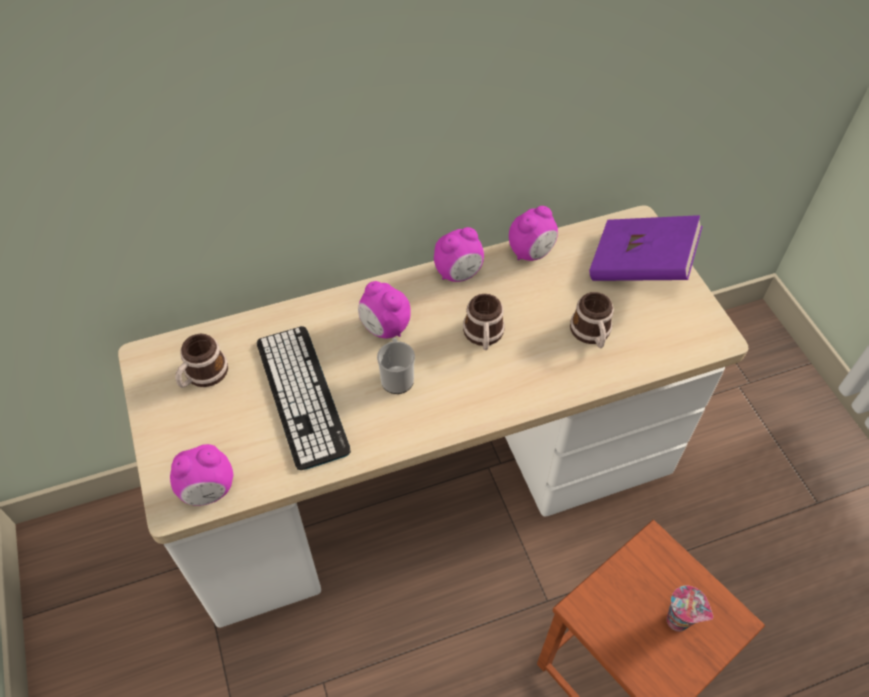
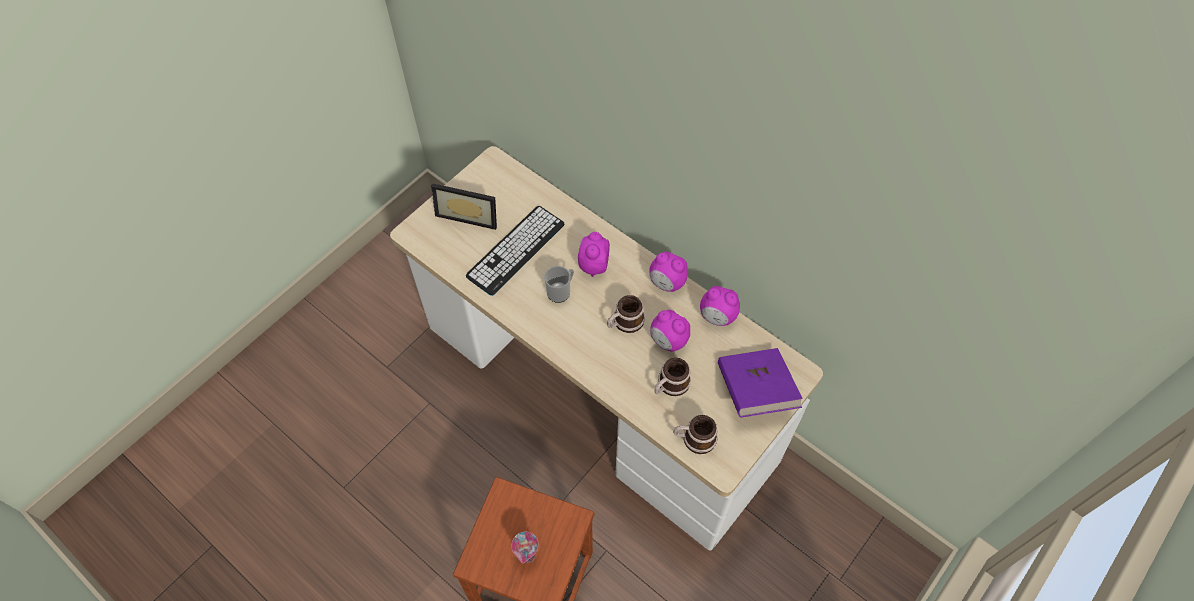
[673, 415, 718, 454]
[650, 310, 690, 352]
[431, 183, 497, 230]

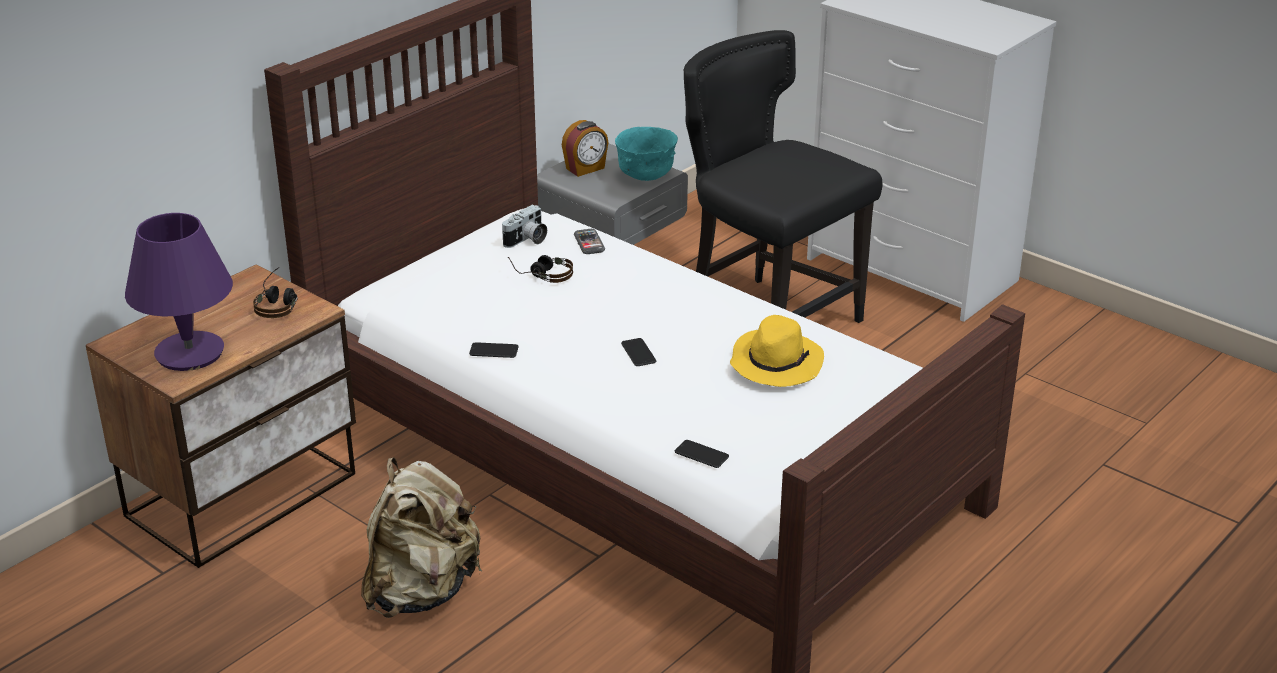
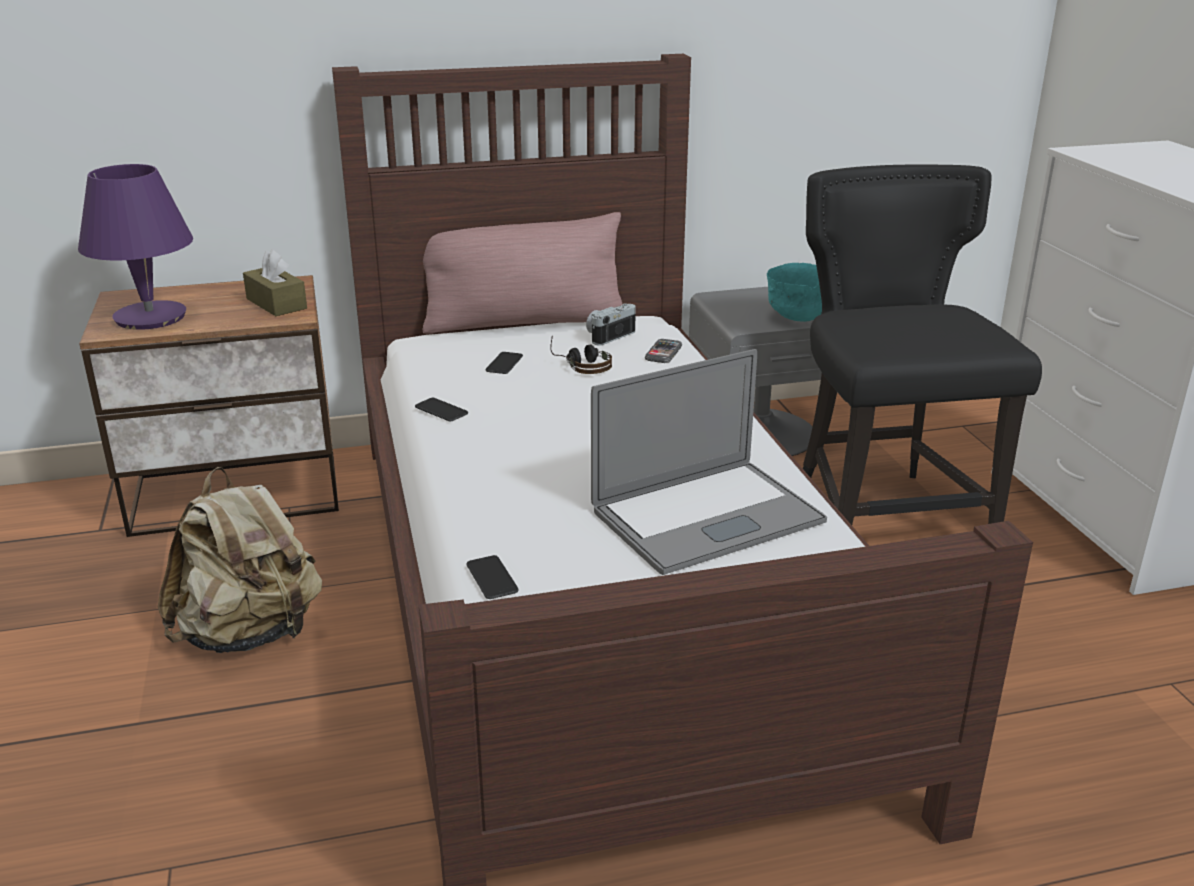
[562, 120, 609, 177] (first image)
[586, 303, 636, 346]
[243, 249, 307, 316]
[591, 349, 827, 575]
[485, 352, 523, 374]
[422, 212, 622, 334]

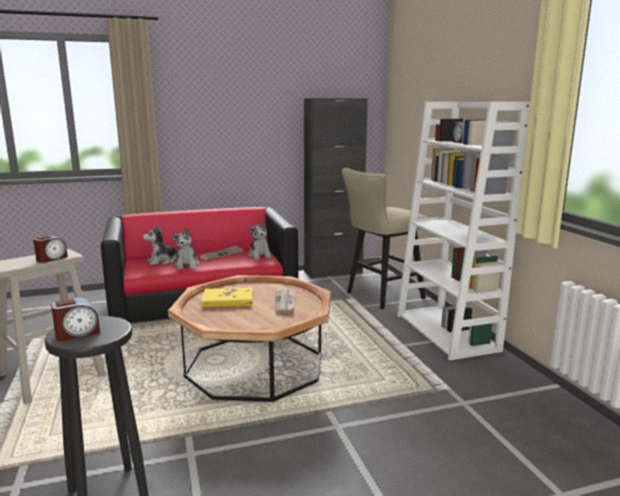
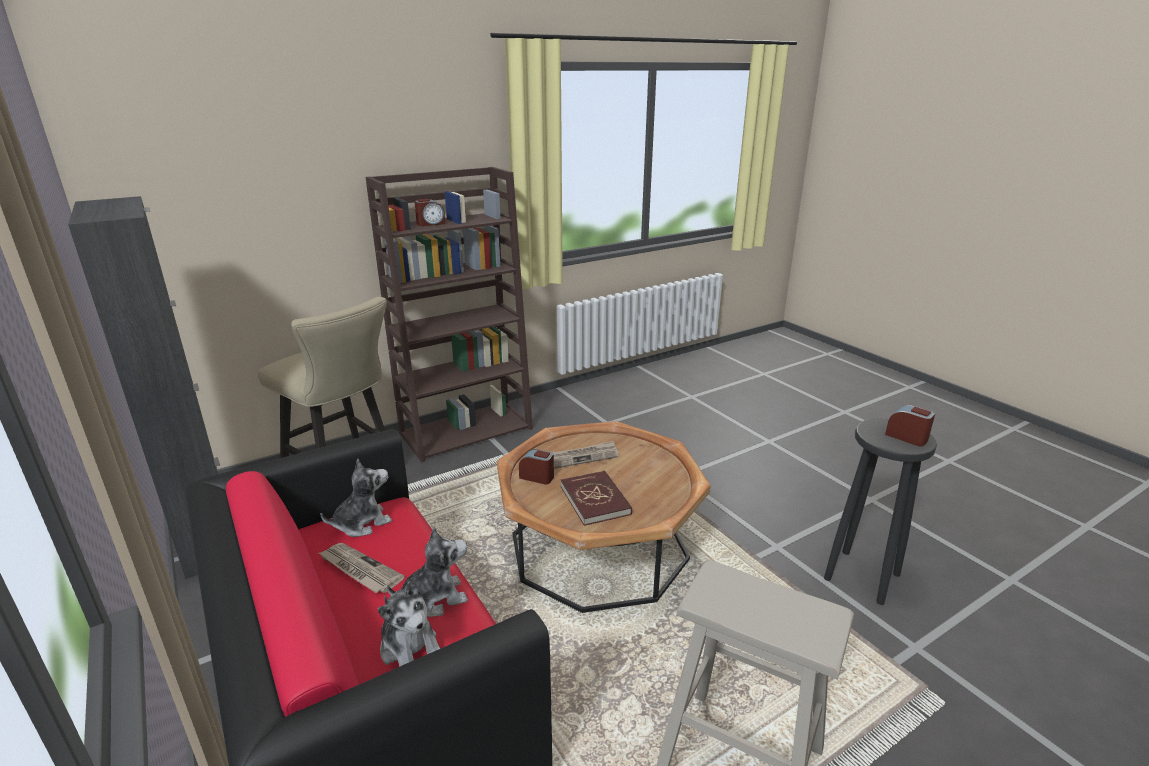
[365, 167, 533, 462]
[519, 449, 554, 484]
[561, 471, 632, 526]

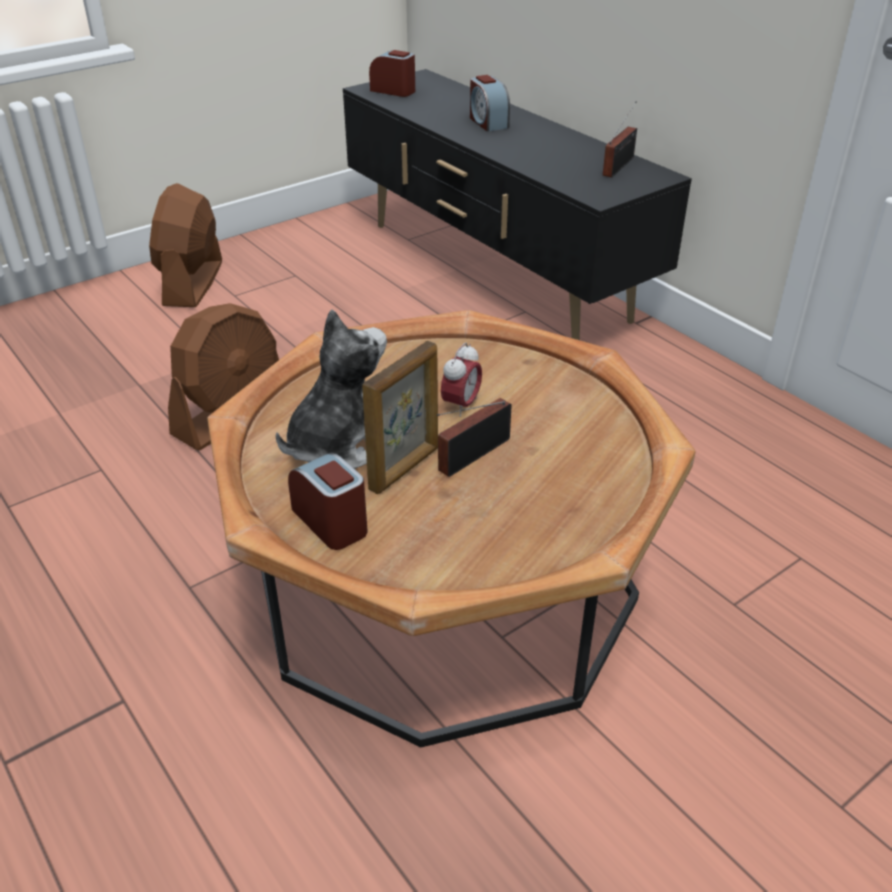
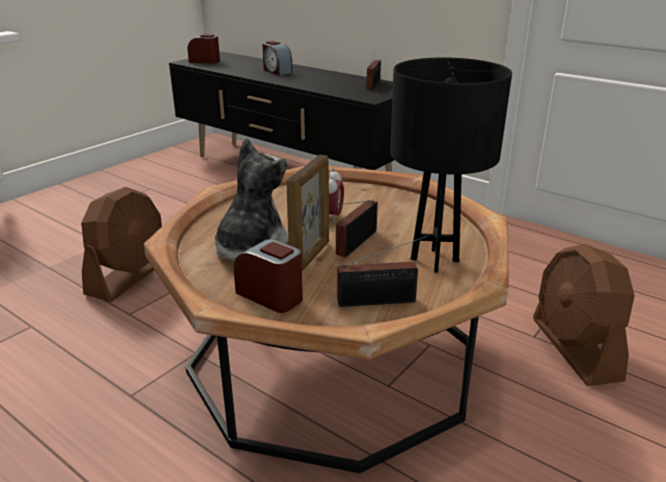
[533, 244, 635, 386]
[390, 57, 512, 273]
[337, 236, 428, 307]

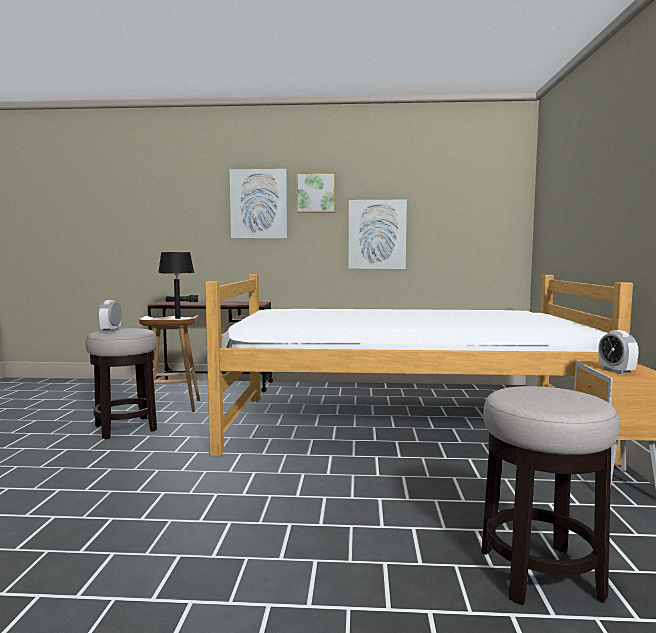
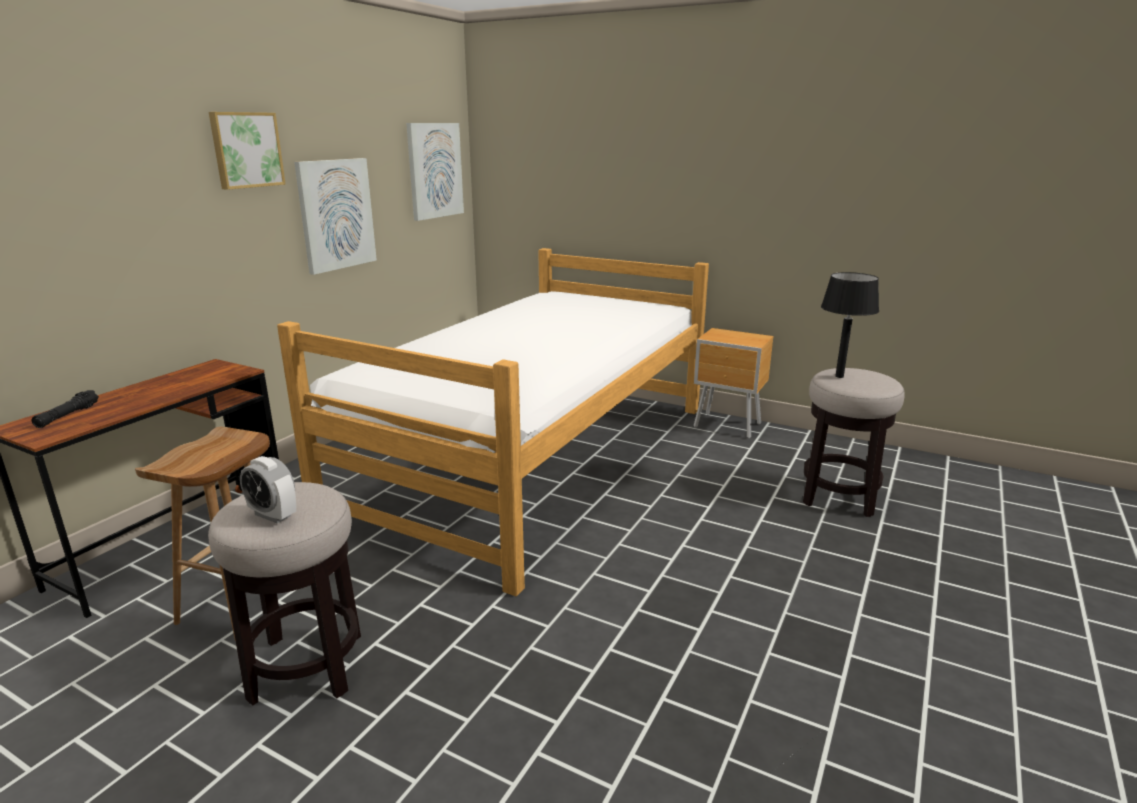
[406, 123, 464, 221]
[821, 272, 879, 378]
[598, 330, 638, 374] (first image)

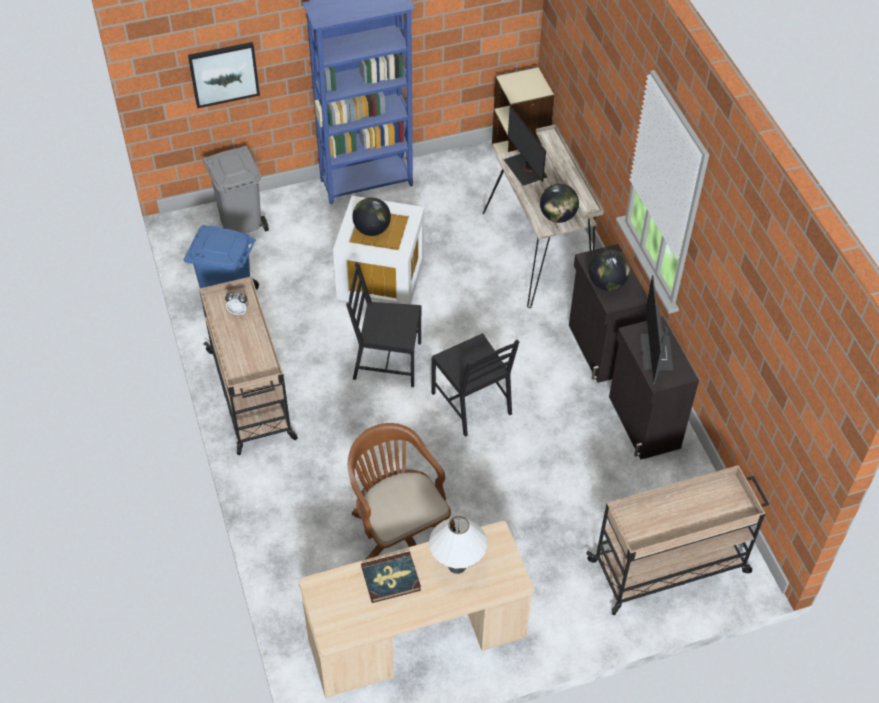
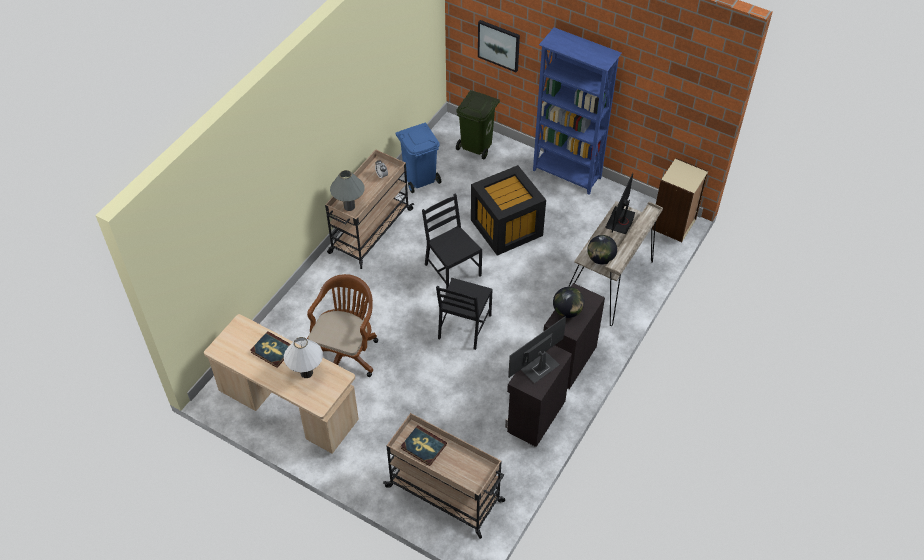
[456, 90, 500, 159]
[471, 165, 546, 256]
[352, 197, 391, 236] (first image)
[330, 170, 365, 211]
[401, 425, 447, 466]

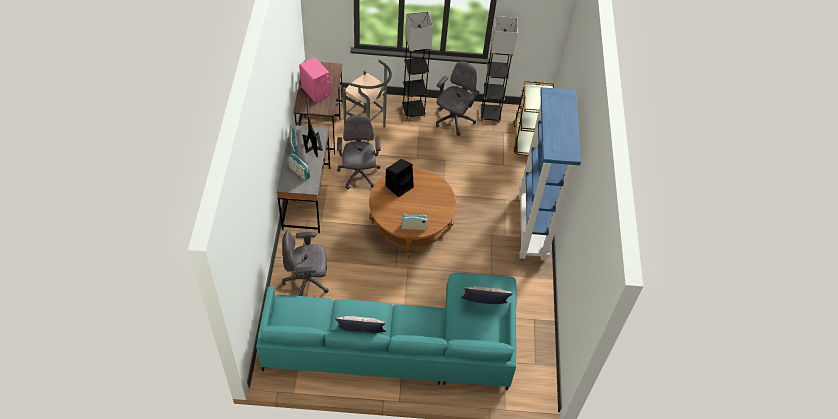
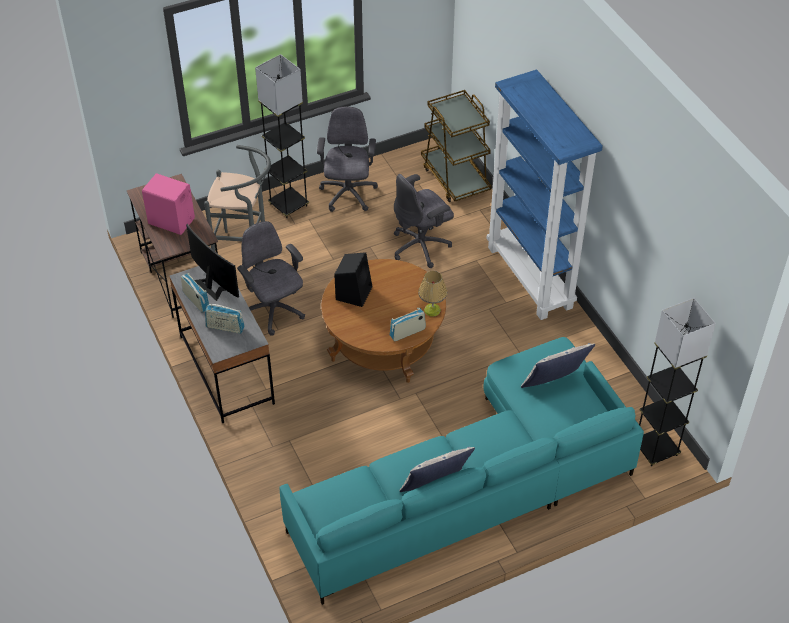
[639, 298, 716, 466]
[394, 174, 454, 268]
[418, 271, 448, 317]

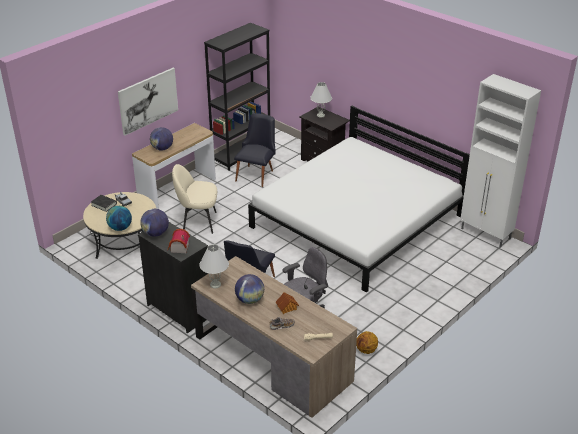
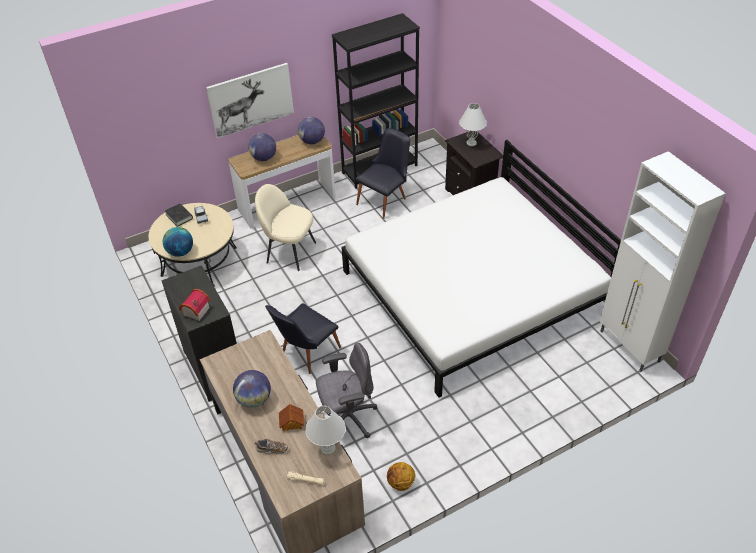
[298, 117, 325, 144]
[305, 406, 346, 455]

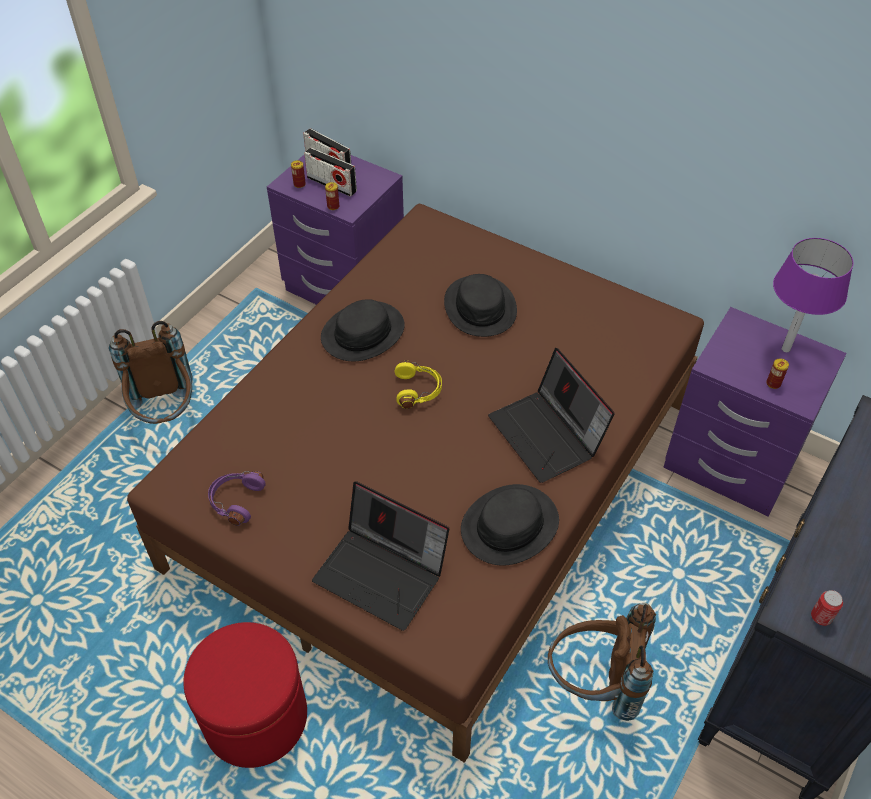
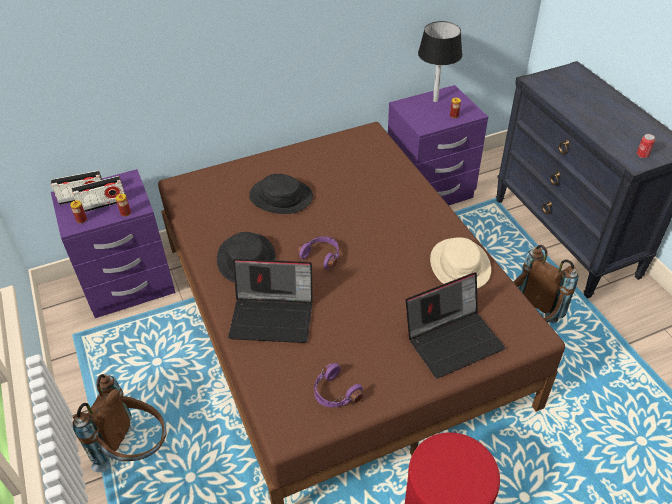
[418, 21, 462, 102]
[228, 259, 313, 343]
[297, 236, 339, 269]
[430, 237, 491, 288]

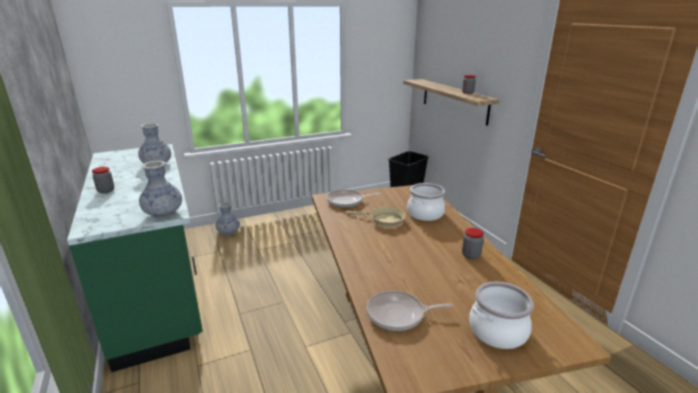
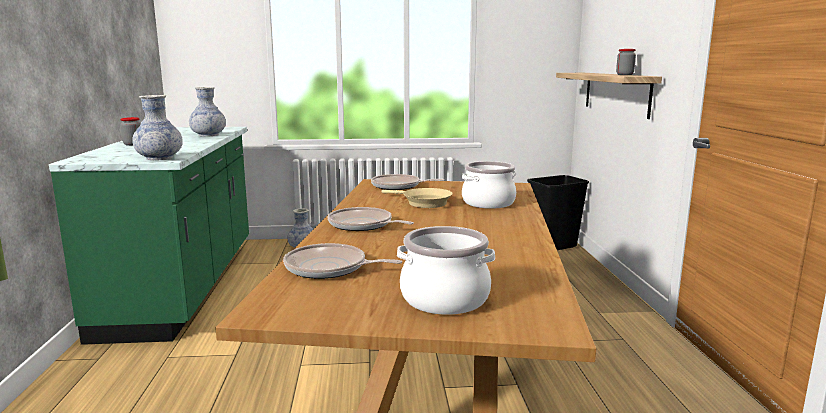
[462, 228, 484, 259] (first image)
[328, 207, 413, 231]

